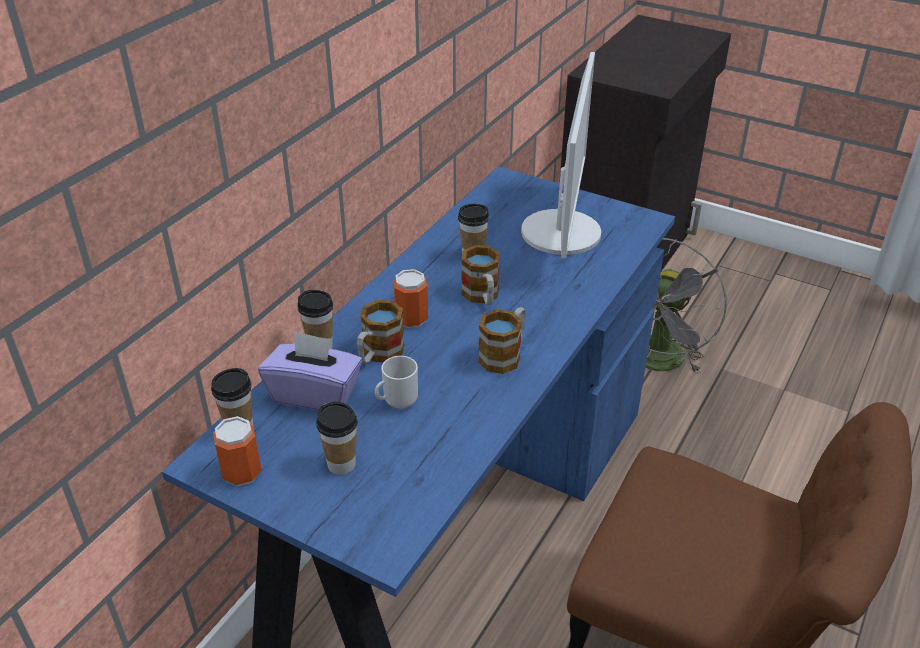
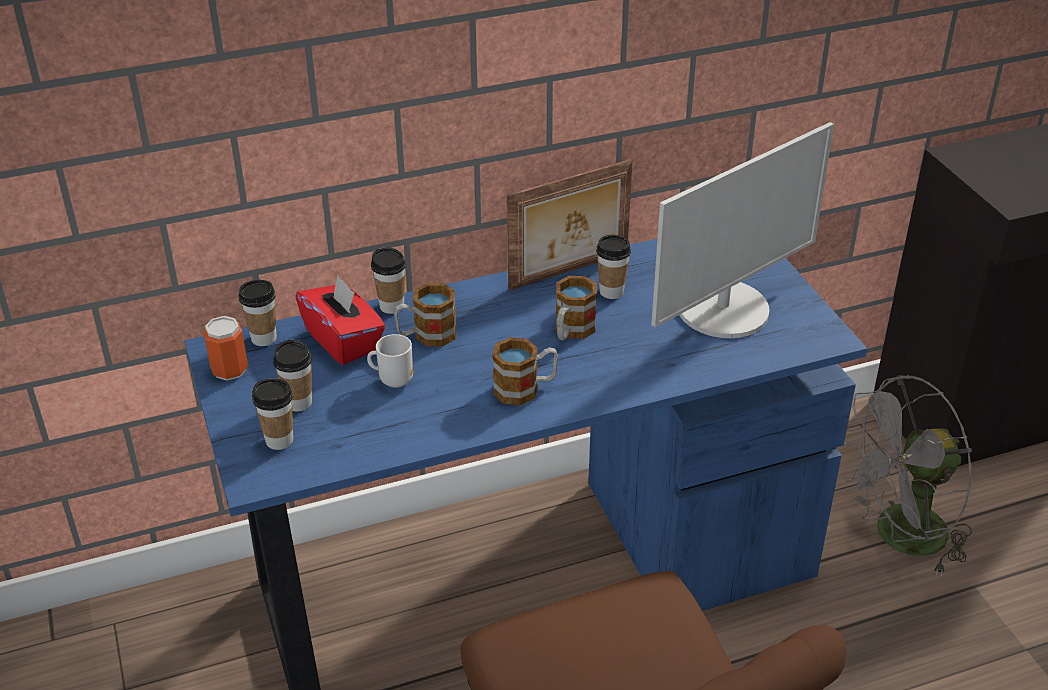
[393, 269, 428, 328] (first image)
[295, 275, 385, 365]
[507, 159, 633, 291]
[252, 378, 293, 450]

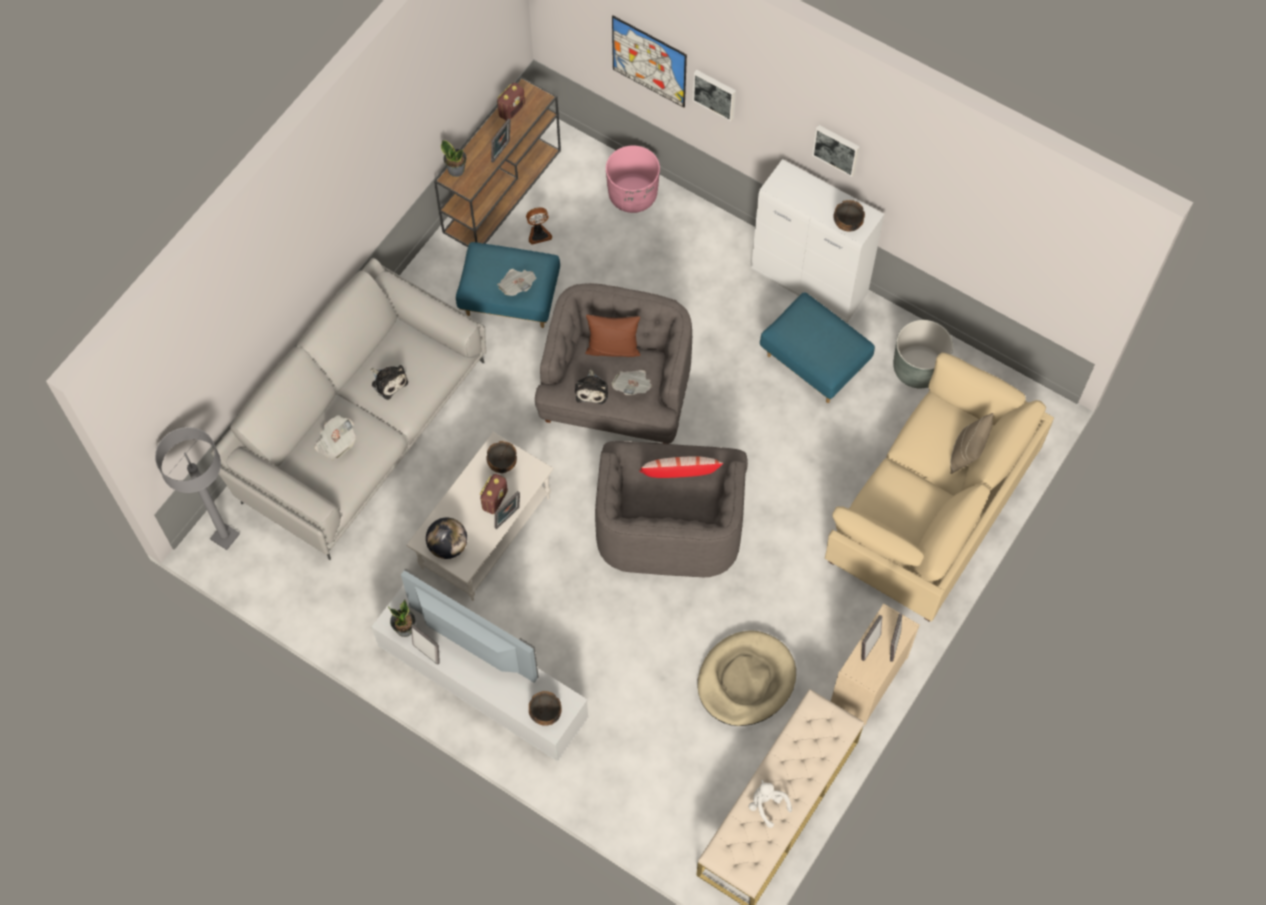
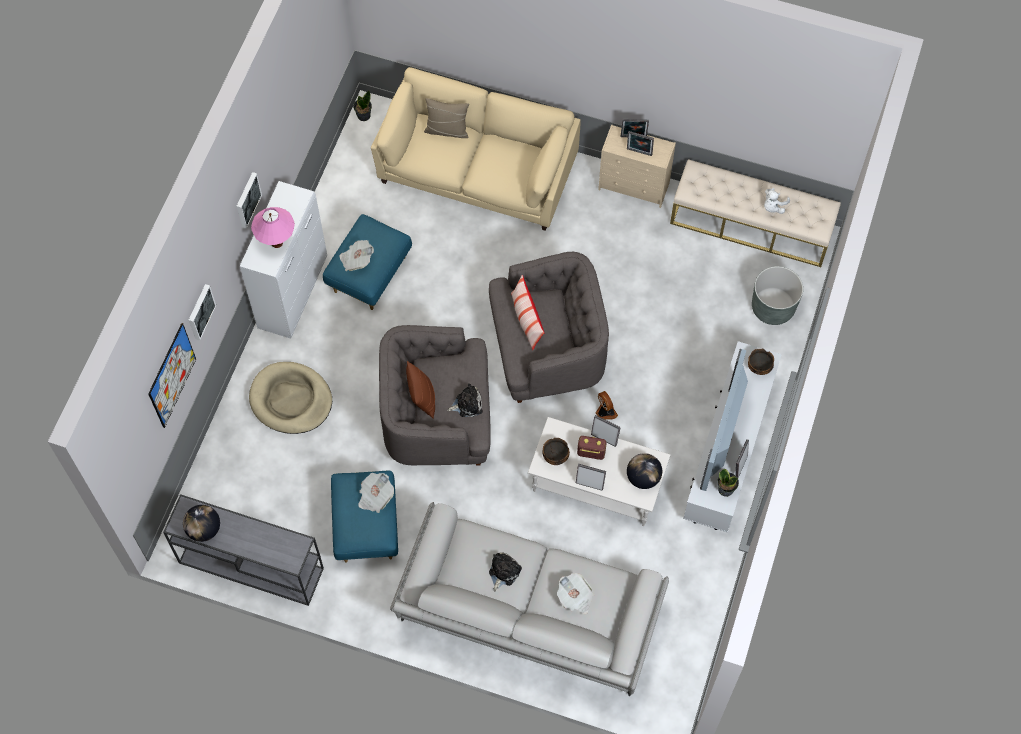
[163, 494, 324, 606]
[183, 505, 220, 542]
[576, 464, 606, 491]
[353, 91, 372, 121]
[606, 145, 660, 213] (first image)
[833, 200, 865, 232] (first image)
[596, 391, 618, 419]
[752, 266, 803, 325]
[339, 240, 374, 271]
[155, 427, 240, 550] (first image)
[249, 362, 332, 434]
[251, 207, 295, 248]

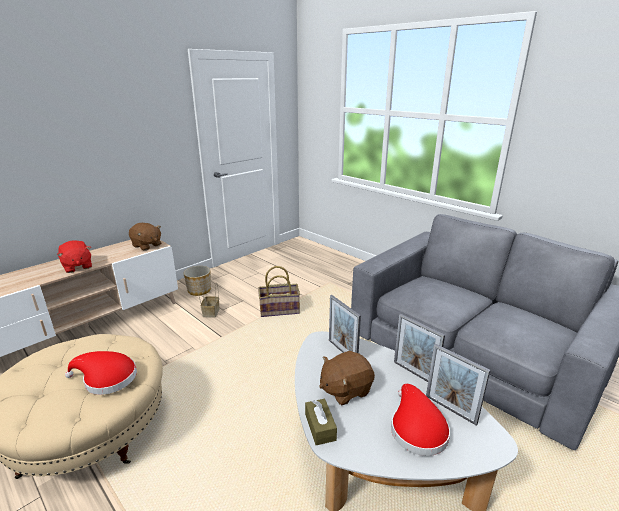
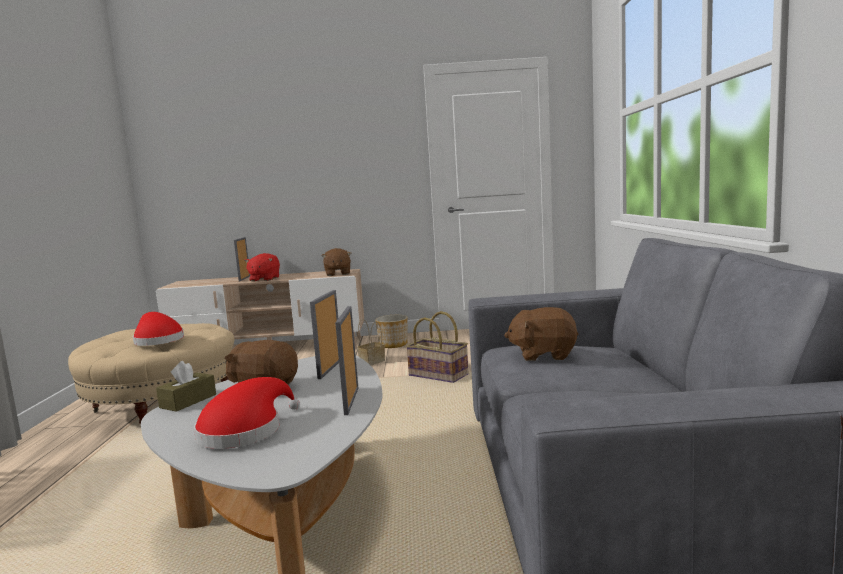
[234, 237, 250, 281]
[504, 307, 578, 361]

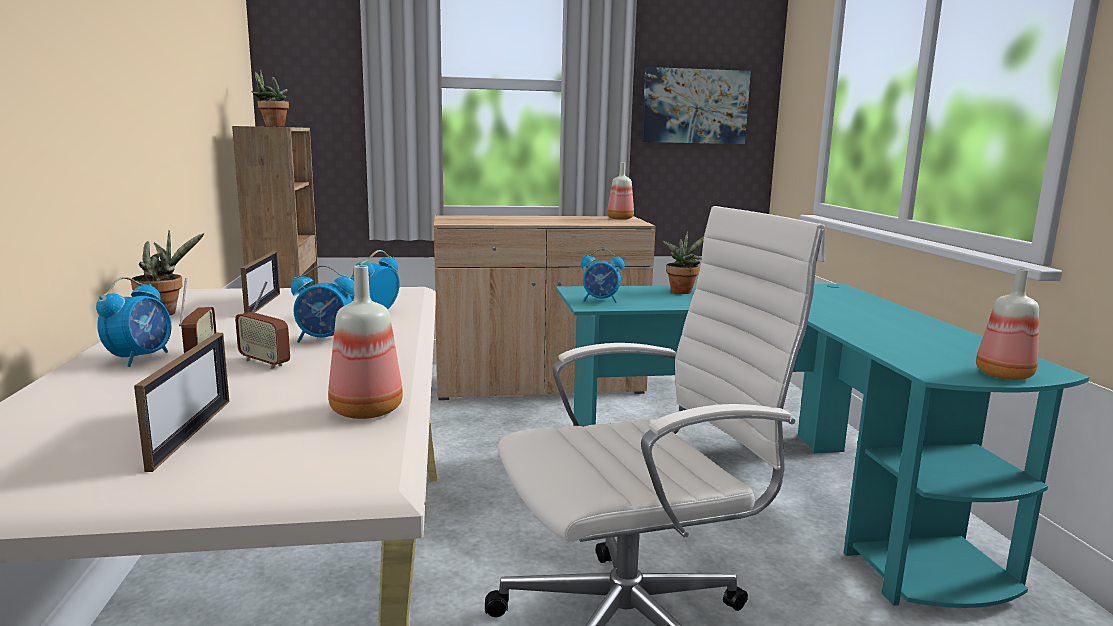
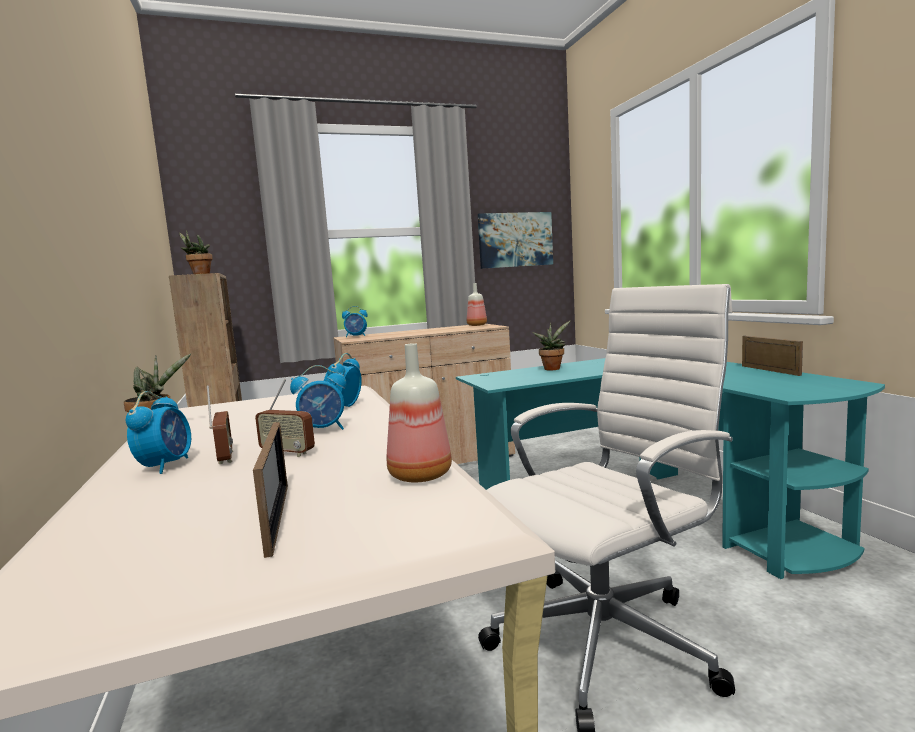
[342, 306, 368, 338]
[742, 336, 803, 376]
[976, 269, 1039, 380] (first image)

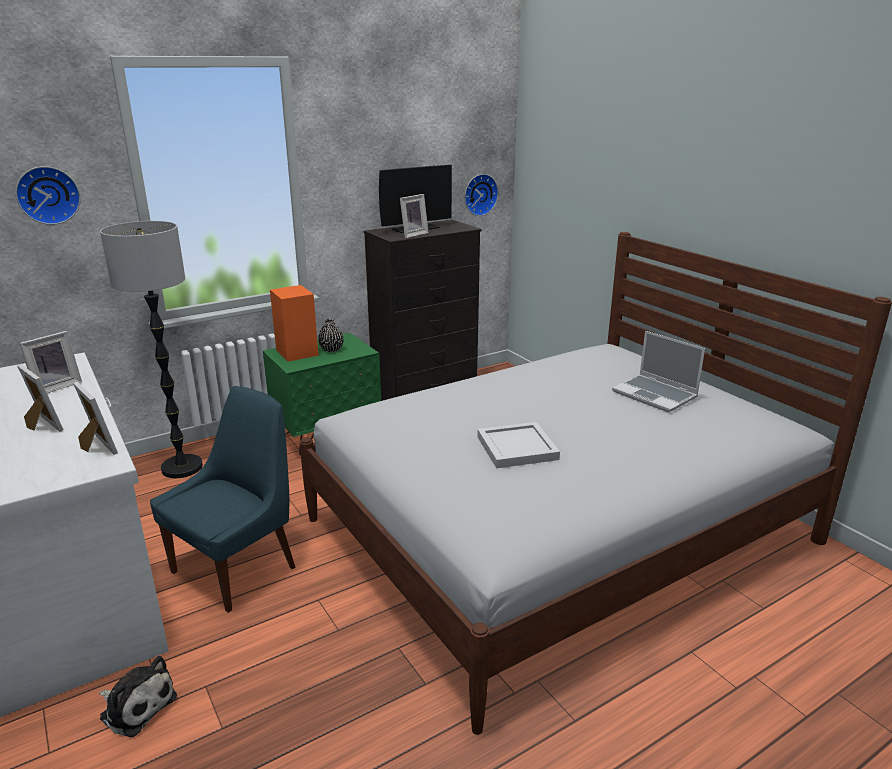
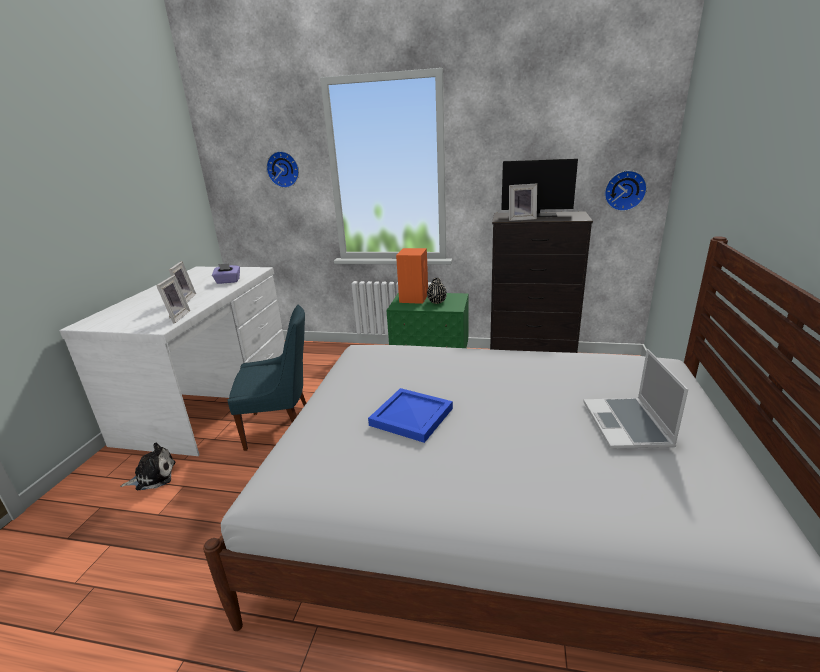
[100, 221, 203, 478] (first image)
[212, 263, 240, 284]
[368, 388, 453, 443]
[120, 443, 175, 490]

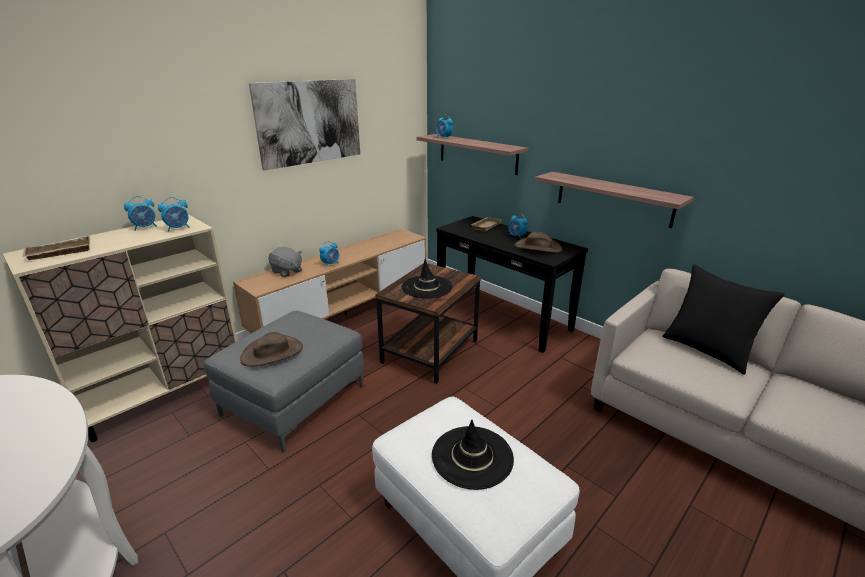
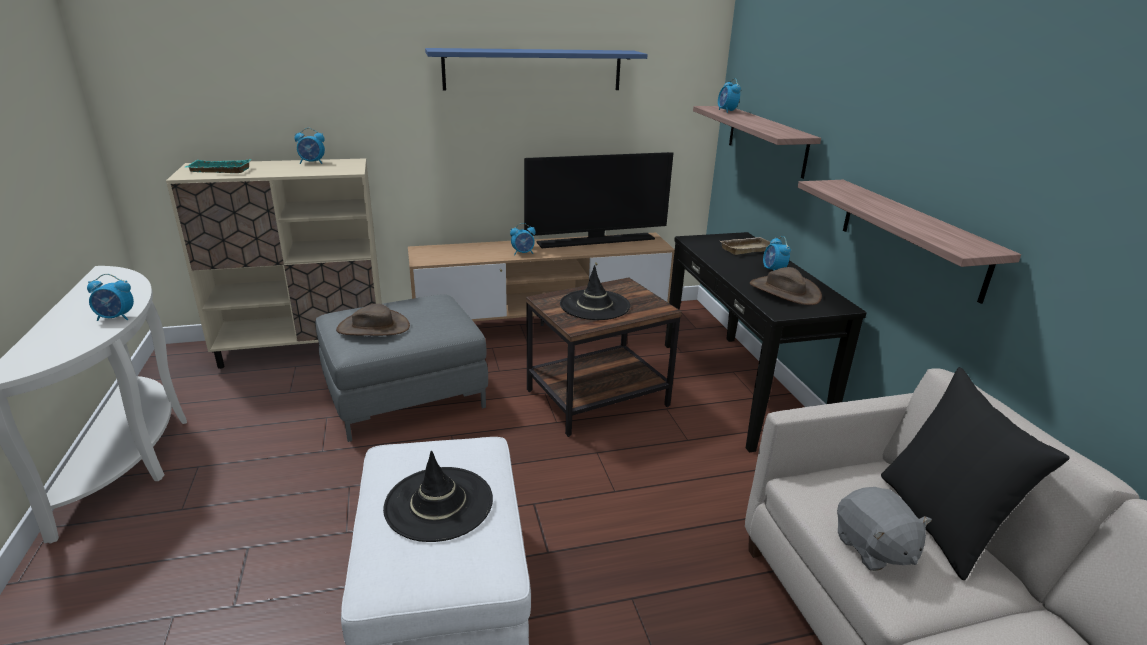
[425, 48, 648, 91]
[87, 274, 134, 321]
[185, 159, 251, 173]
[837, 487, 932, 571]
[524, 152, 674, 248]

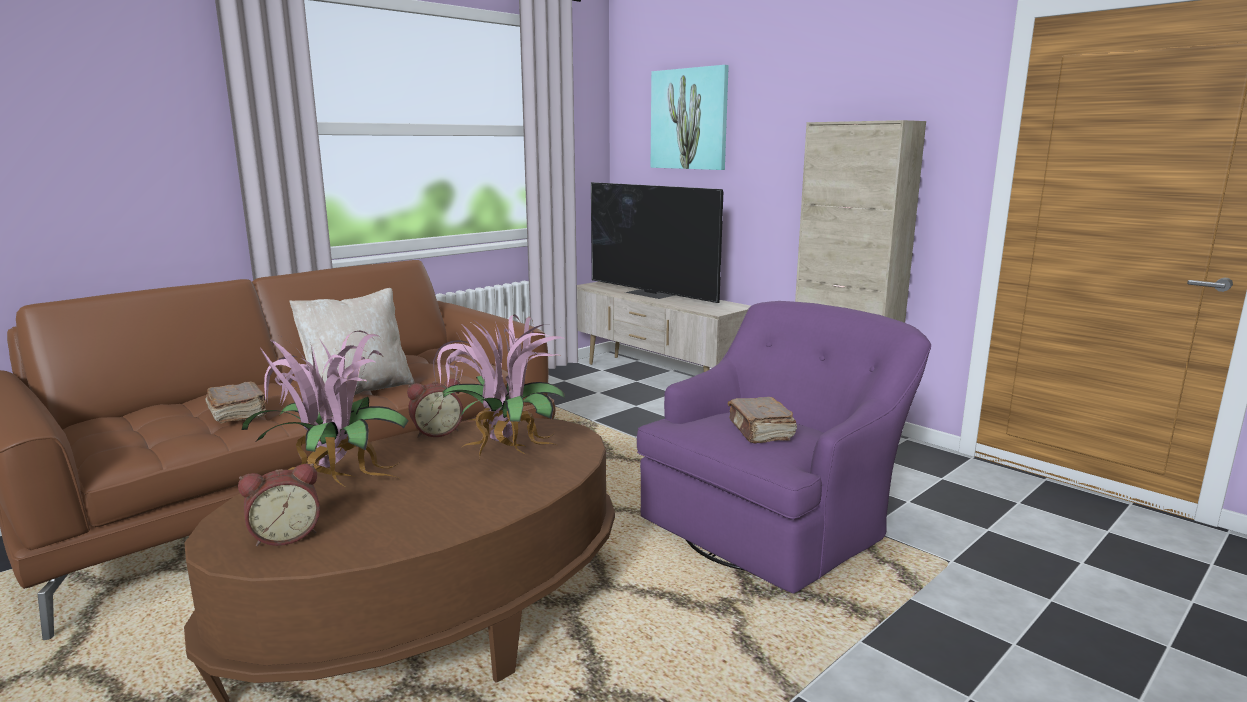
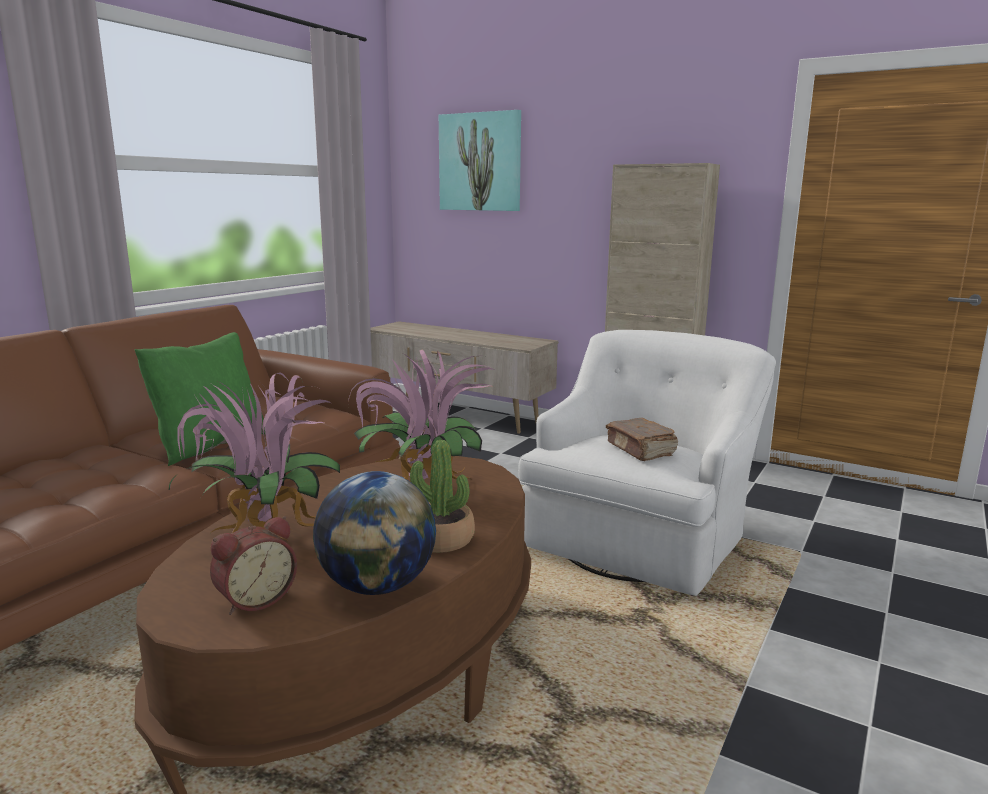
[591, 182, 723, 303] (first image)
[135, 332, 265, 466]
[518, 330, 776, 596]
[407, 378, 463, 438] (first image)
[205, 381, 267, 423] (first image)
[410, 440, 475, 553]
[313, 471, 436, 595]

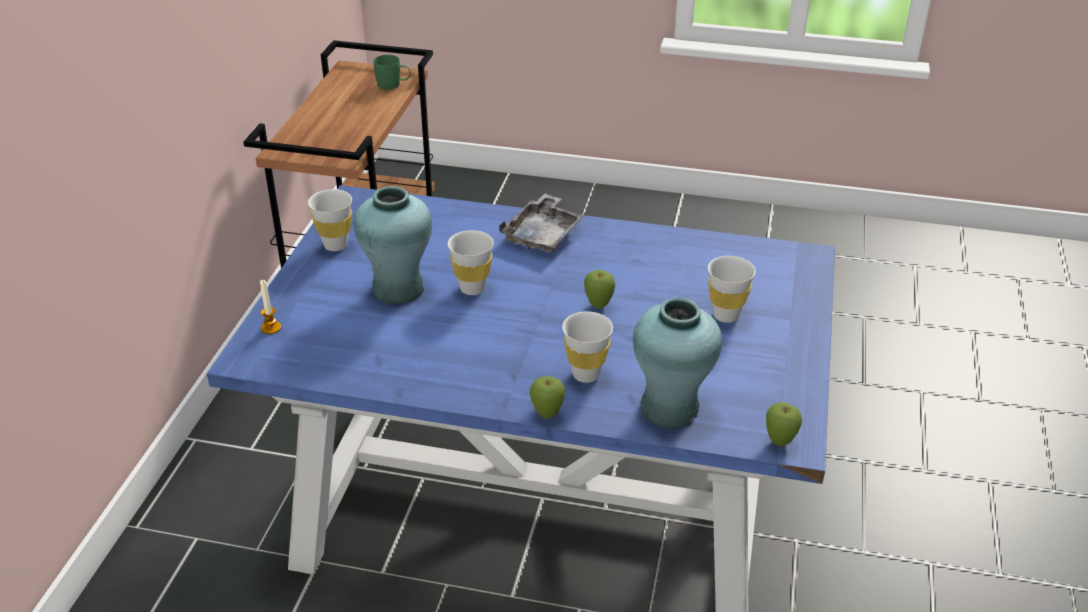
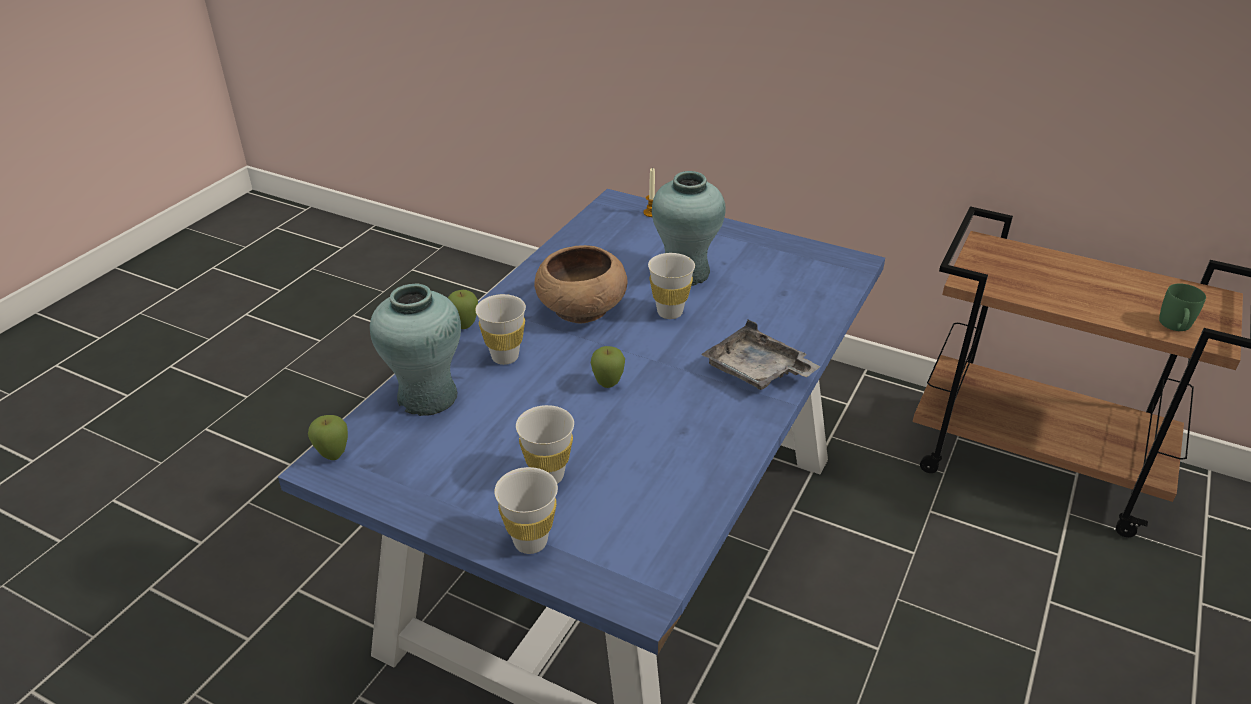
[494, 467, 558, 554]
[534, 245, 628, 324]

